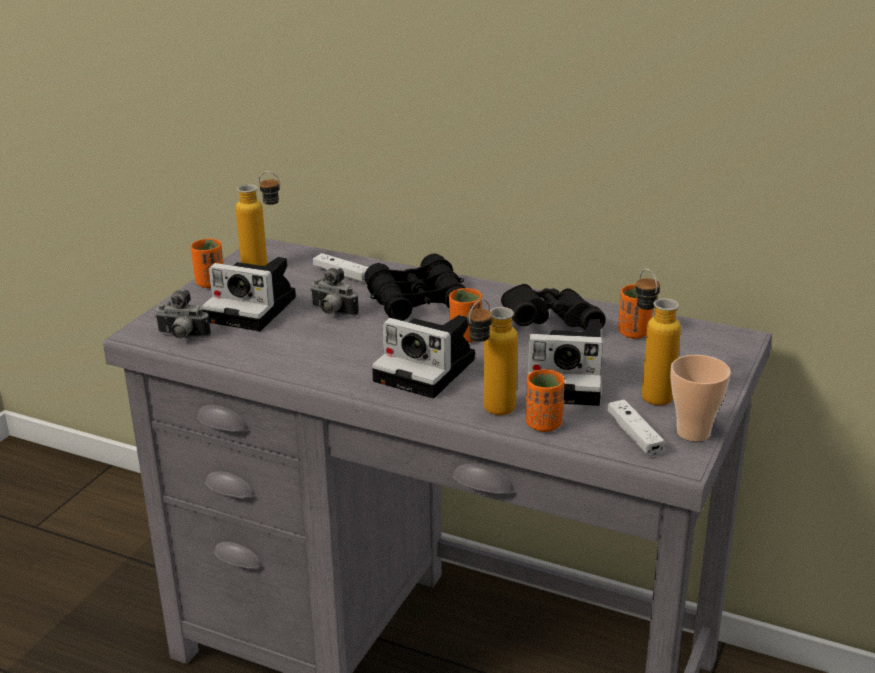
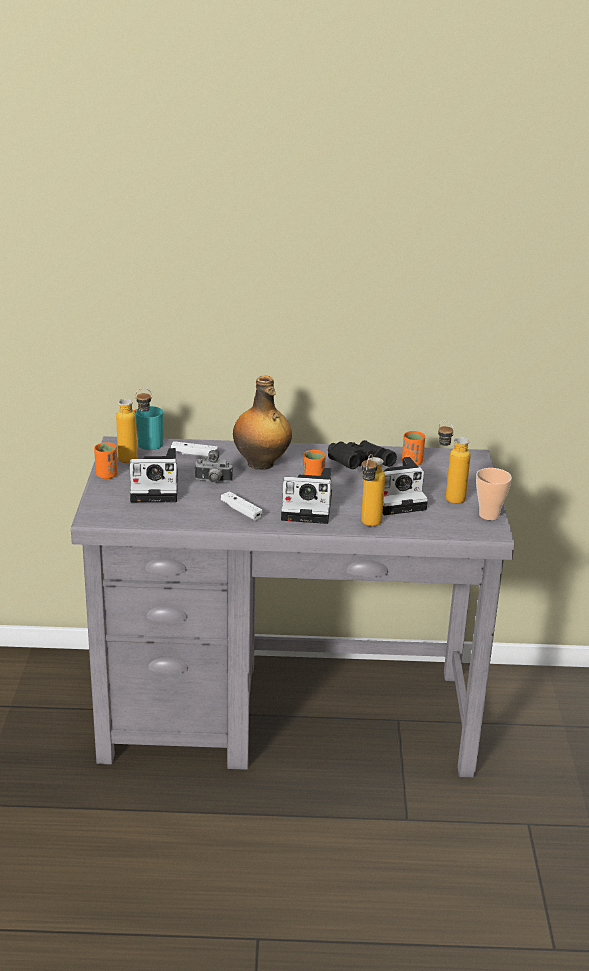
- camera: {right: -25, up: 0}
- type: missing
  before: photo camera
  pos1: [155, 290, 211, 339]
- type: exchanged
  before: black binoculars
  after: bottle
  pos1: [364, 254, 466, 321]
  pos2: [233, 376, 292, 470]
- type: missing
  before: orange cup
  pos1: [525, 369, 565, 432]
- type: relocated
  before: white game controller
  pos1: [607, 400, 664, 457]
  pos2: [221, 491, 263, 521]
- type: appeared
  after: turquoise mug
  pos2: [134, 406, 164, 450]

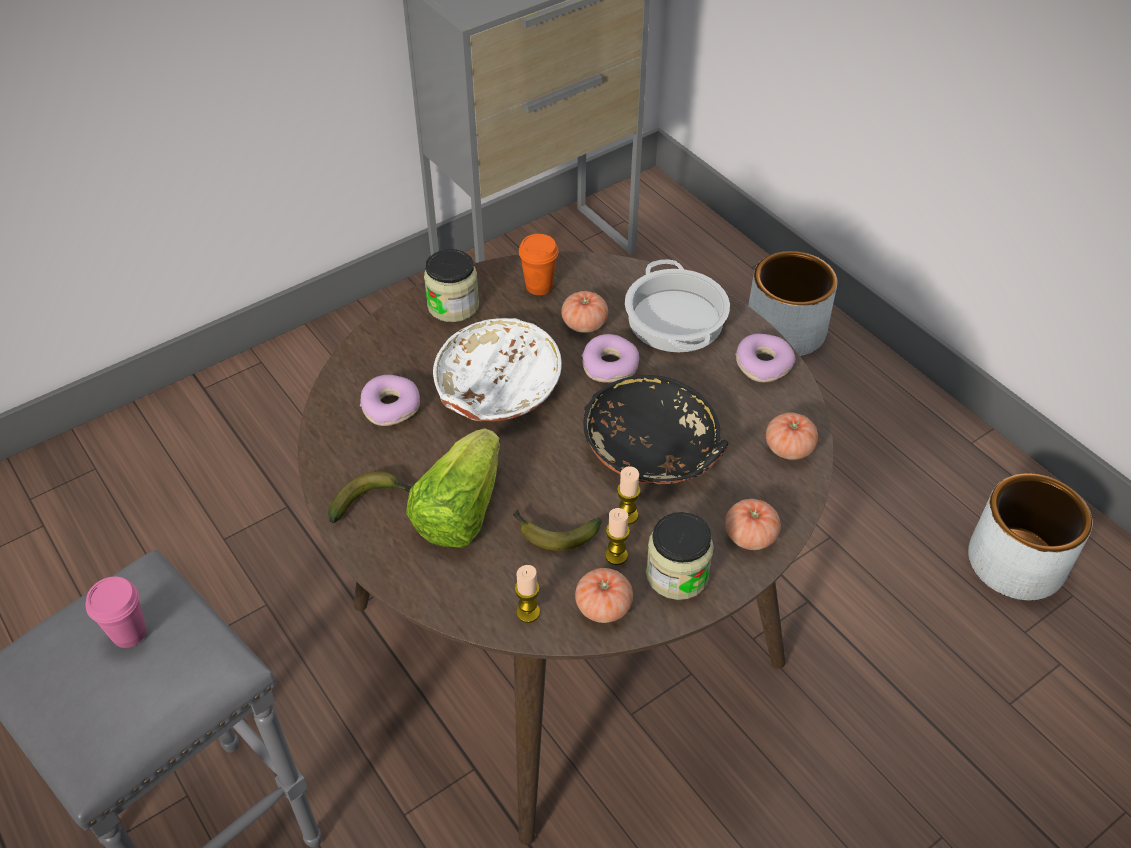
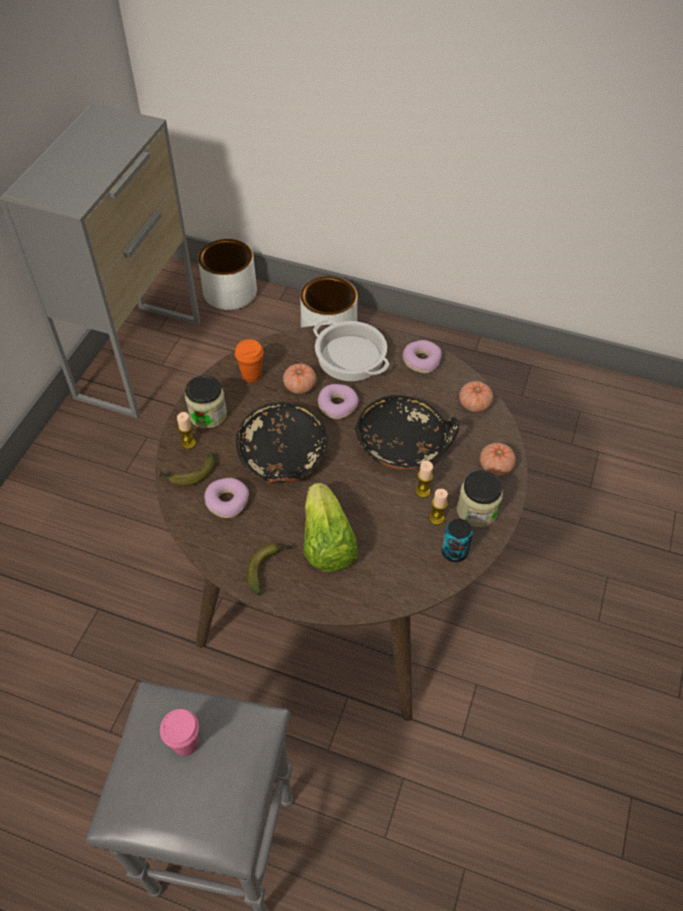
- camera: {right: -35, up: 5}
- type: colour
  before: white bowl
  after: black bowl
  pos1: [433, 318, 562, 421]
  pos2: [236, 402, 328, 483]
- type: relocated
  before: banana
  pos1: [513, 509, 602, 551]
  pos2: [159, 452, 215, 486]
- type: relocated
  before: candle
  pos1: [515, 565, 540, 623]
  pos2: [177, 412, 196, 449]
- type: exchanged
  before: tomato
  after: can
  pos1: [575, 568, 633, 623]
  pos2: [441, 518, 473, 562]
- type: relocated
  before: white planter
  pos1: [968, 474, 1092, 600]
  pos2: [198, 239, 257, 310]

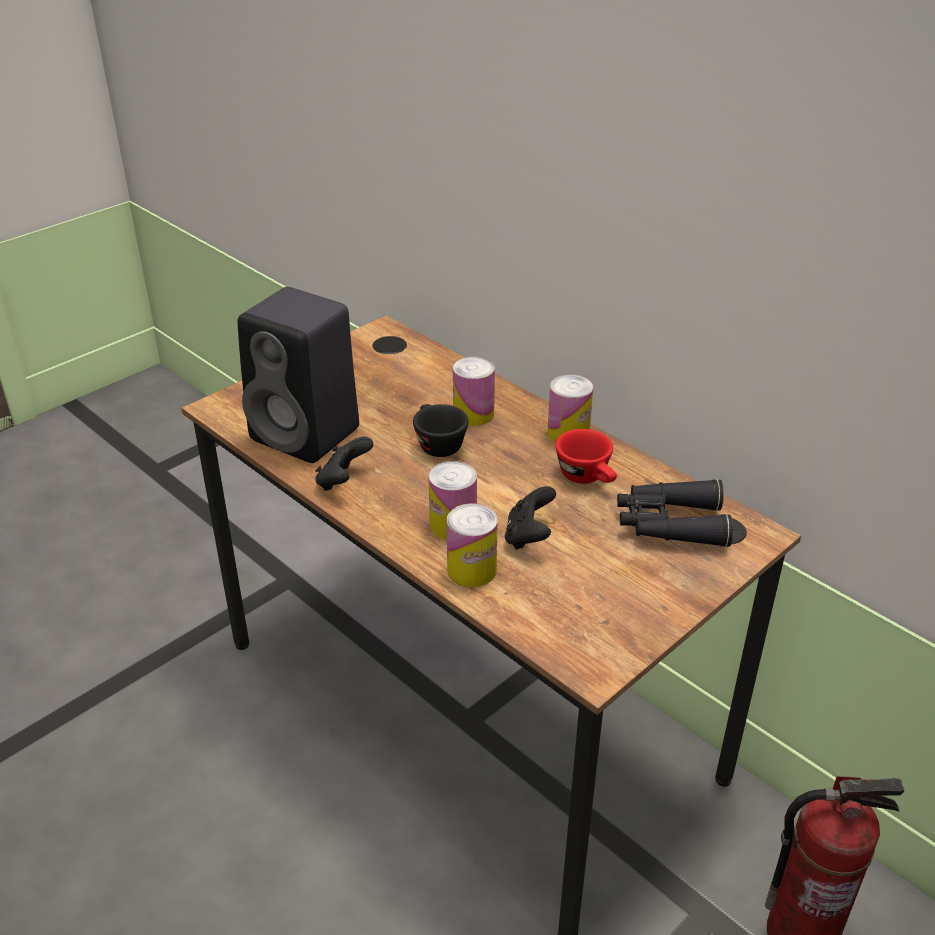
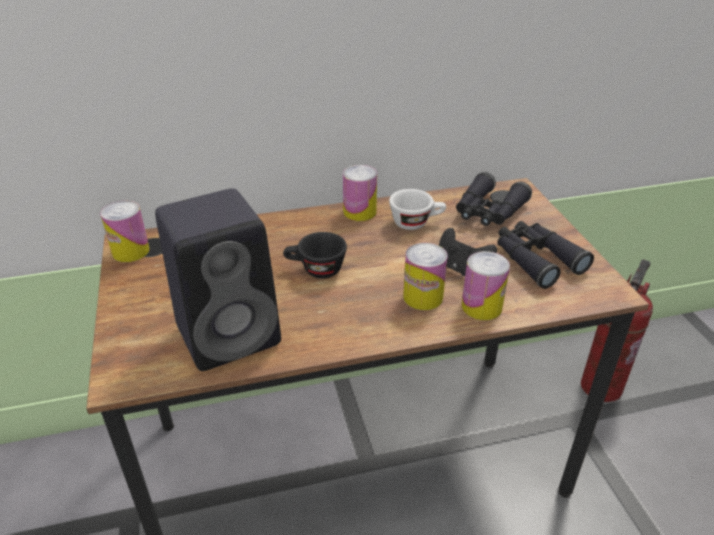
- camera: {right: -60, up: 0}
- type: missing
  before: black game controller
  pos1: [316, 437, 373, 491]
- type: relocated
  before: can
  pos1: [453, 357, 495, 426]
  pos2: [100, 201, 150, 262]
- type: colour
  before: red cup
  after: white cup
  pos1: [555, 429, 617, 484]
  pos2: [389, 189, 446, 230]
- type: appeared
  after: black binoculars
  pos2: [497, 221, 594, 289]

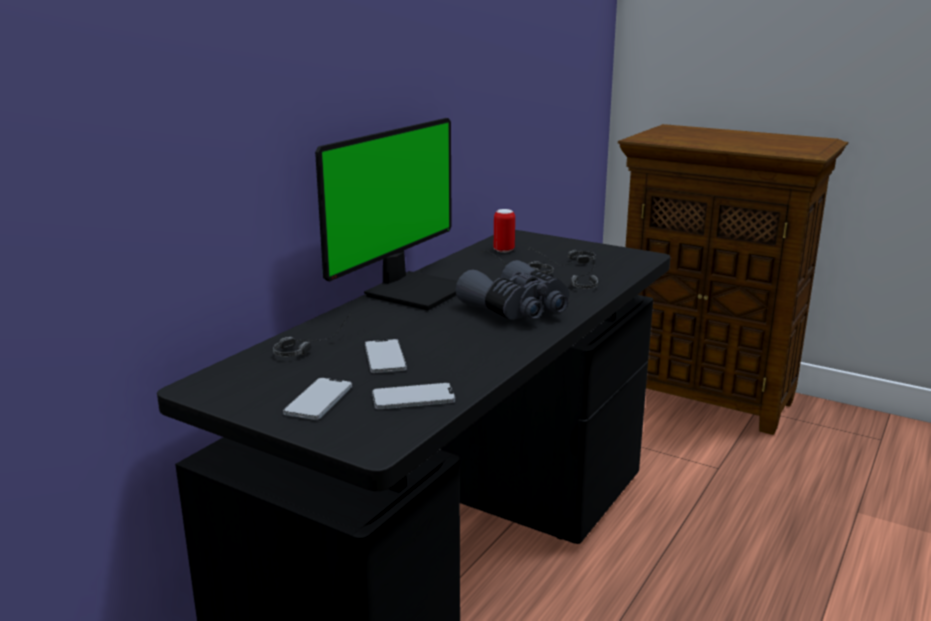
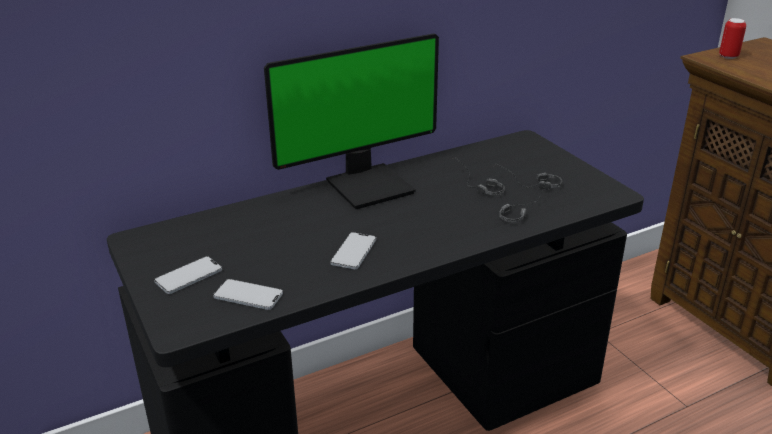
- camera: {right: 30, up: 10}
- type: missing
  before: headphones
  pos1: [273, 314, 350, 357]
- type: relocated
  before: phone
  pos1: [365, 339, 407, 373]
  pos2: [330, 232, 376, 269]
- type: missing
  before: grey binoculars
  pos1: [456, 260, 569, 320]
- type: relocated
  before: can
  pos1: [494, 209, 515, 253]
  pos2: [719, 18, 746, 59]

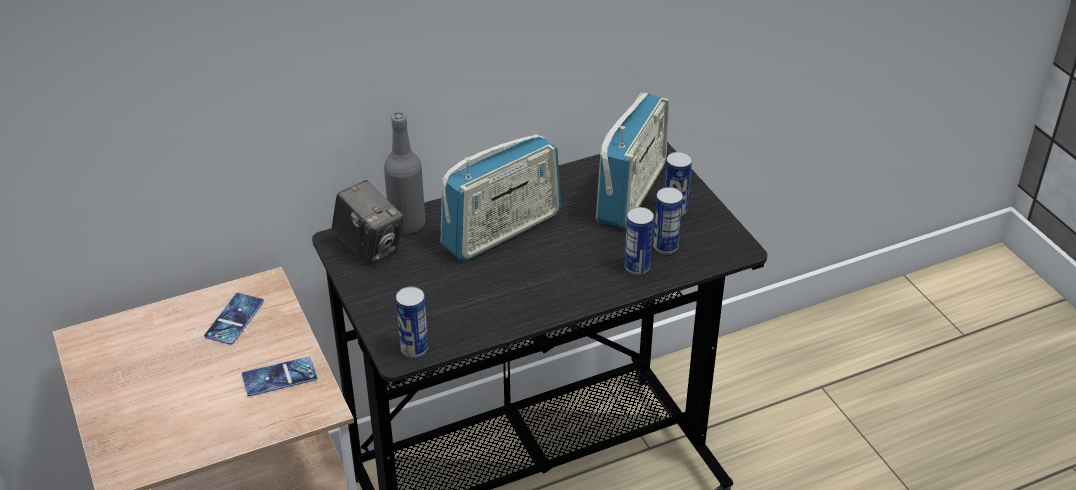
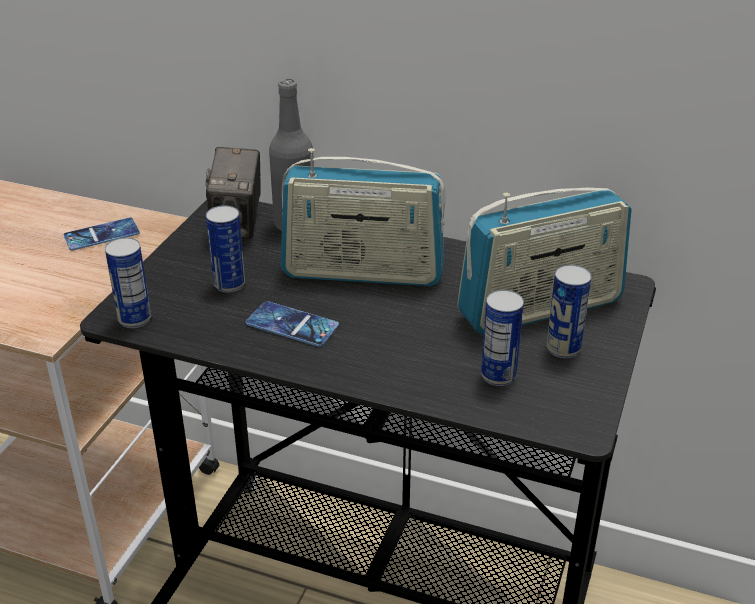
- camera: {right: 45, up: -5}
- type: relocated
  before: phone
  pos1: [242, 357, 317, 396]
  pos2: [246, 301, 339, 347]
- type: relocated
  before: can
  pos1: [624, 207, 654, 275]
  pos2: [206, 205, 245, 293]

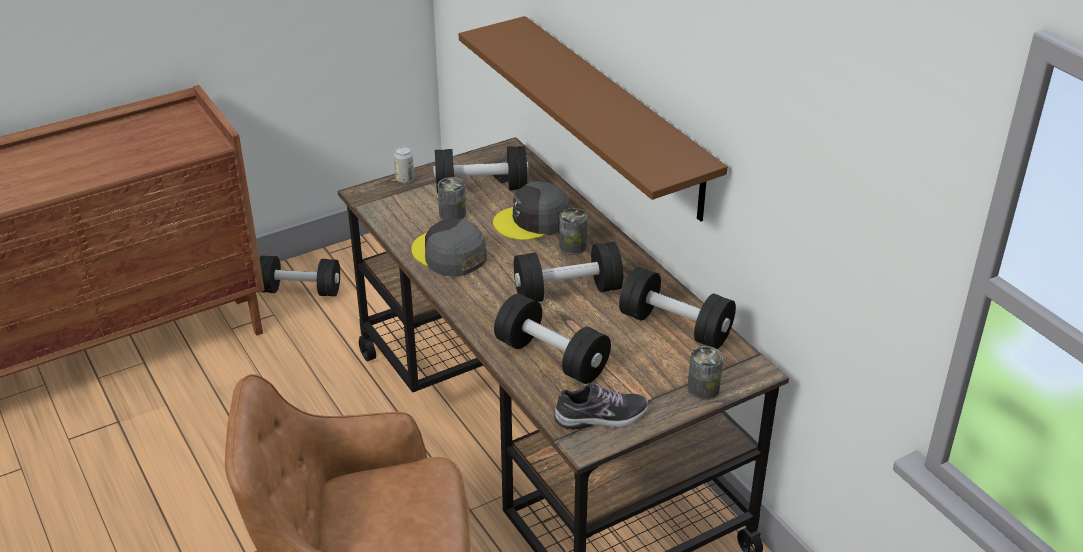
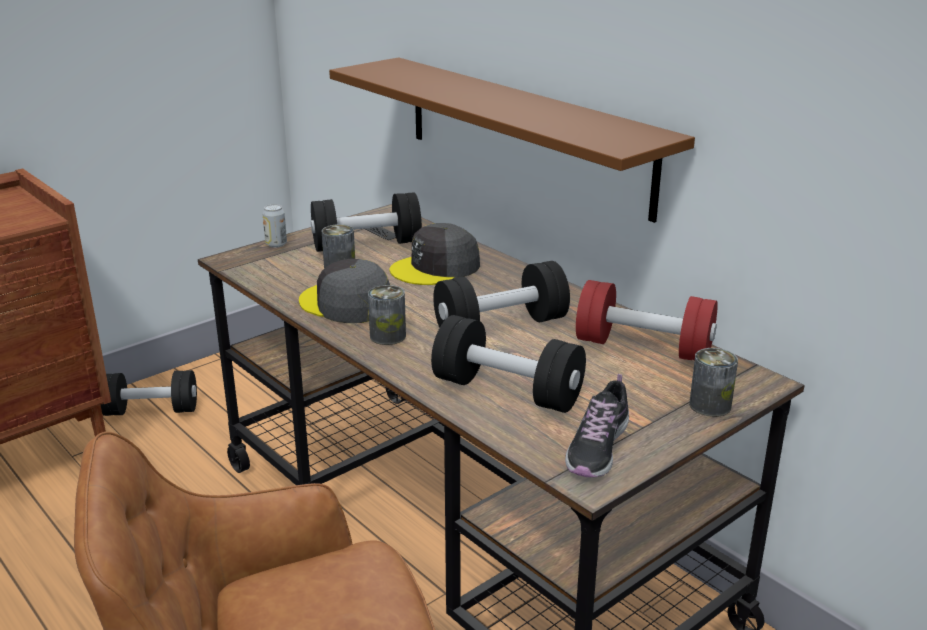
- camera: {right: -10, up: -10}
- type: spun
  before: shoe
  pos1: [554, 383, 648, 430]
  pos2: [565, 374, 629, 477]
  turn: 135
- type: relocated
  before: can
  pos1: [559, 208, 588, 255]
  pos2: [368, 285, 406, 345]
- type: colour
  before: black dumbbell
  after: red dumbbell
  pos1: [619, 267, 736, 349]
  pos2: [576, 280, 718, 361]

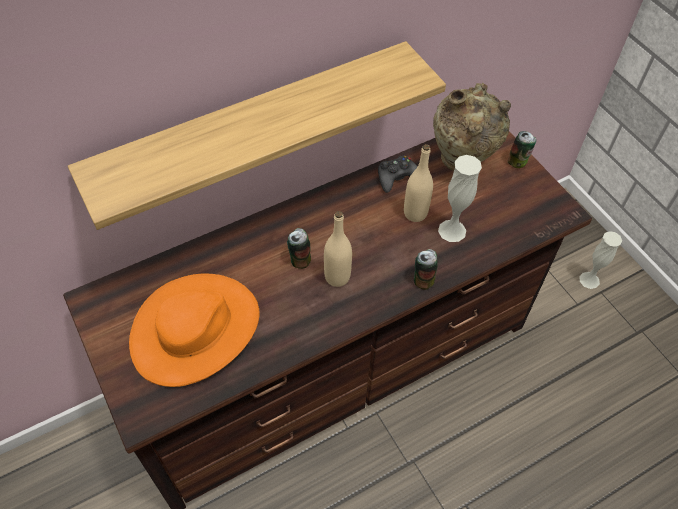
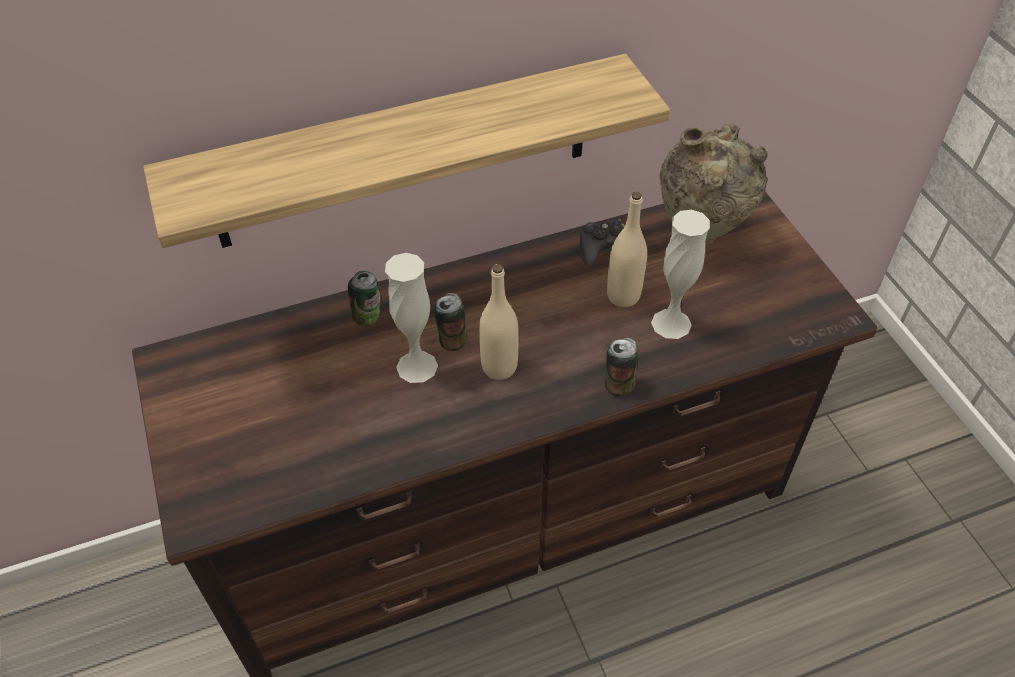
- camera: {right: 10, up: -5}
- type: missing
  before: orange hat
  pos1: [129, 273, 260, 387]
- type: relocated
  before: can
  pos1: [508, 131, 536, 168]
  pos2: [348, 271, 381, 326]
- type: relocated
  before: white vase
  pos1: [579, 231, 622, 289]
  pos2: [385, 253, 438, 383]

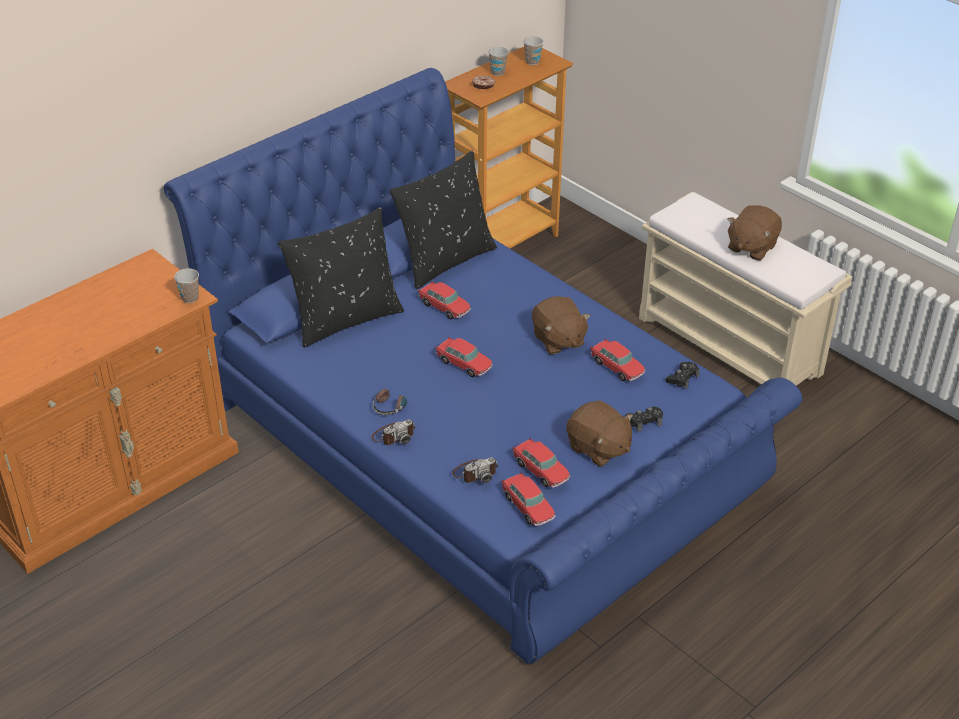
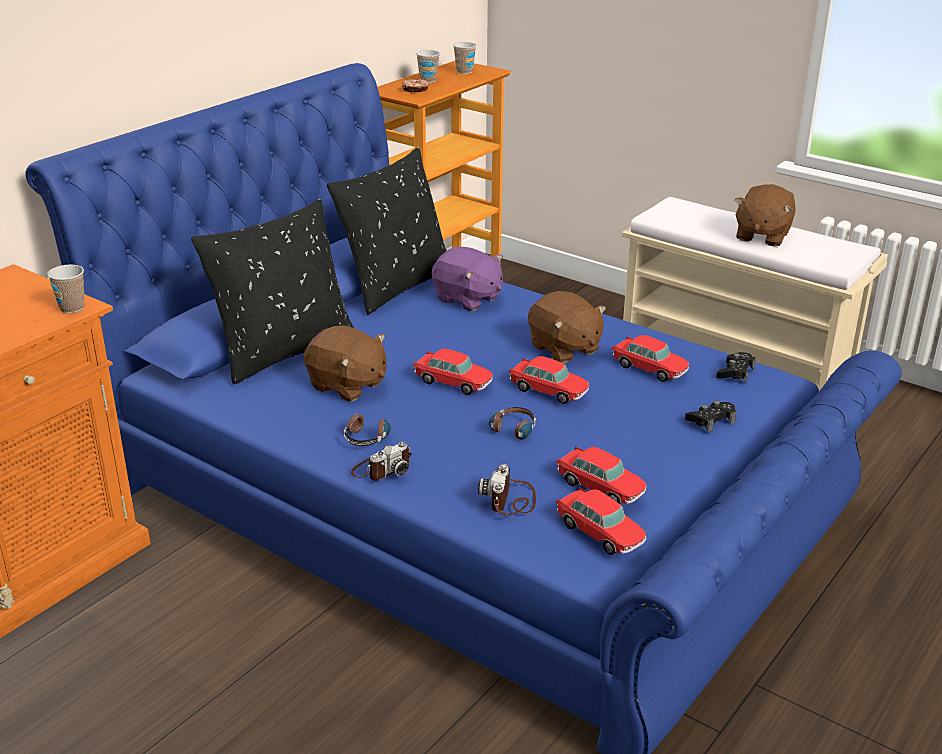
- camera: {right: -10, up: -10}
- type: relocated
  before: toy car
  pos1: [418, 281, 471, 319]
  pos2: [509, 356, 589, 404]
- type: spun
  before: photo camera
  pos1: [452, 457, 499, 483]
  pos2: [478, 464, 536, 516]
  turn: 135
- type: relocated
  before: brown plush toy
  pos1: [566, 400, 633, 467]
  pos2: [304, 326, 387, 402]
- type: appeared
  after: purple plush toy
  pos2: [432, 246, 503, 311]
- type: appeared
  after: headphones
  pos2: [485, 407, 536, 440]

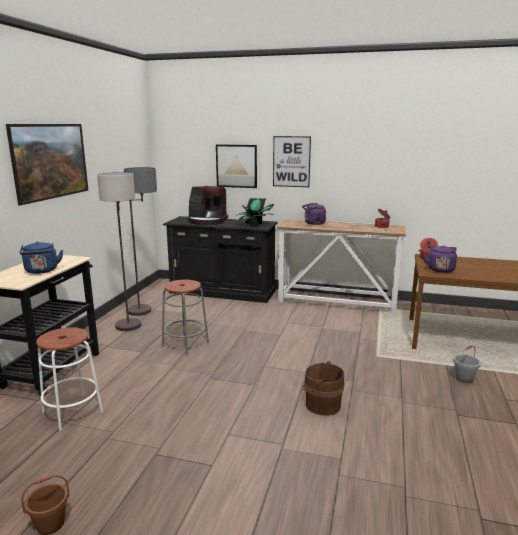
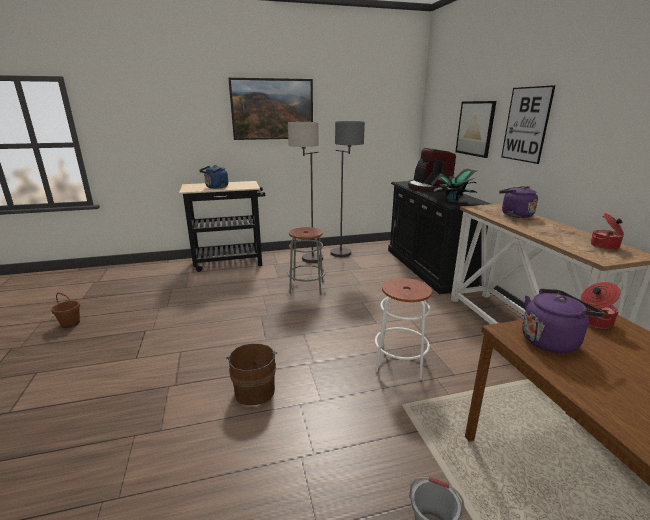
- camera: {right: 60, up: 5}
- type: relocated
  before: white stool
  pos1: [36, 327, 103, 431]
  pos2: [375, 278, 432, 380]

